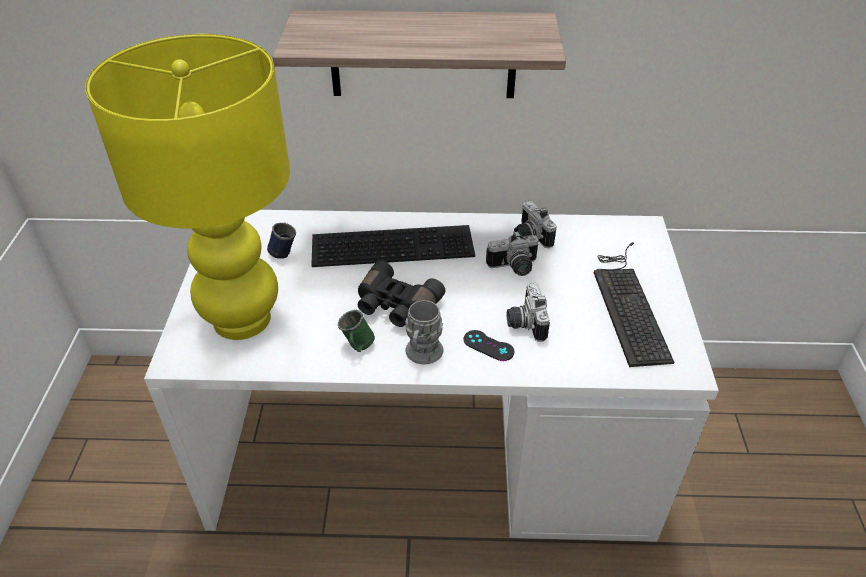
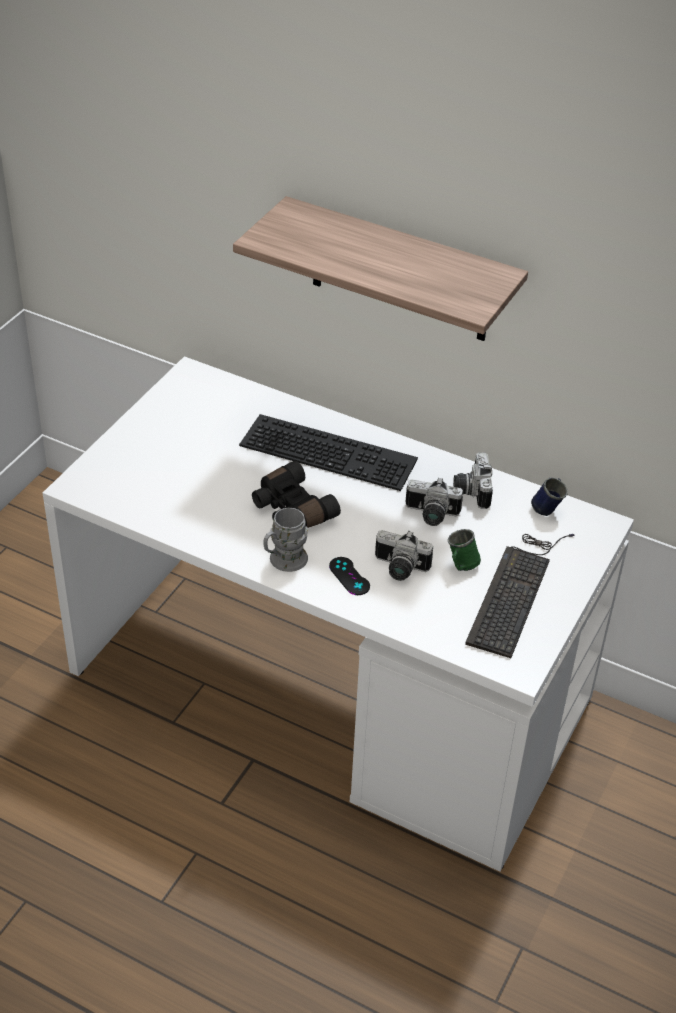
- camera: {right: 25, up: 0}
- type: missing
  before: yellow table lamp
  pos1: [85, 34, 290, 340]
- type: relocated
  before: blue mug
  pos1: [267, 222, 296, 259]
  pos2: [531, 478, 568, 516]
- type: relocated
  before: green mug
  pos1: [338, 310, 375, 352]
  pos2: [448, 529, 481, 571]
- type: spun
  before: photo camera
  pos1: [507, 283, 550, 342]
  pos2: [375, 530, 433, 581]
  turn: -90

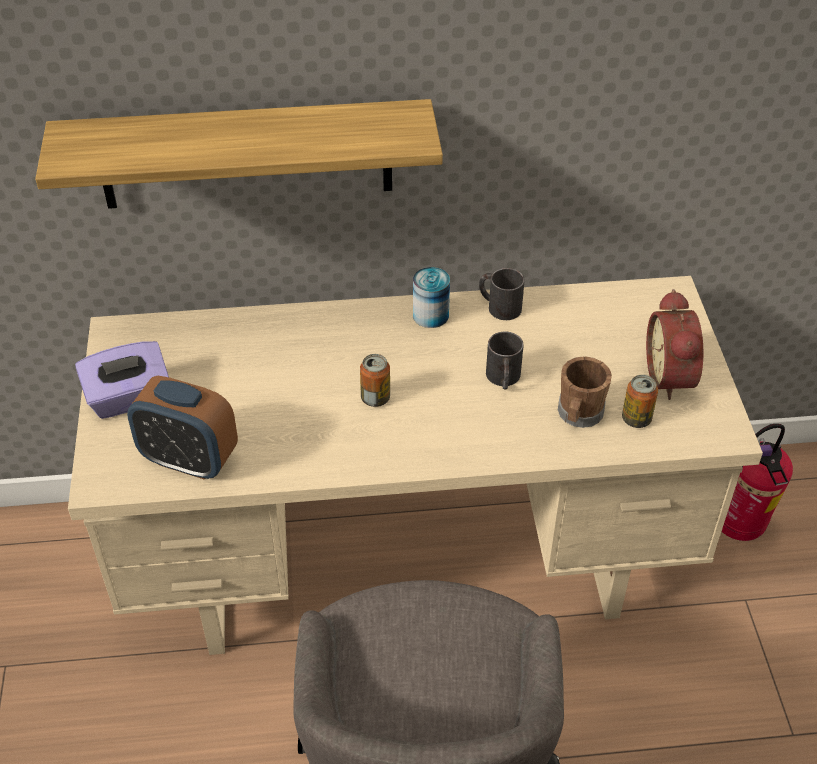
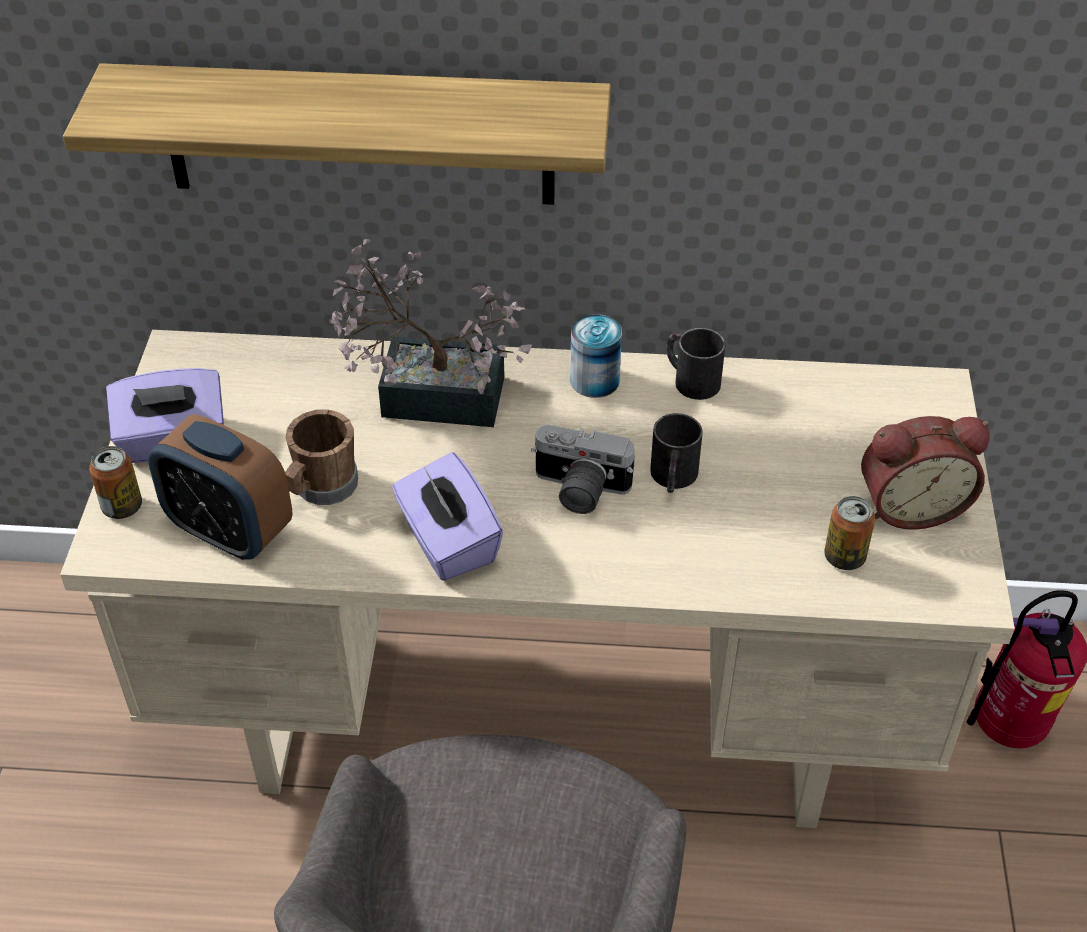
- camera: {right: 10, up: 0}
- type: relocated
  before: can
  pos1: [360, 354, 390, 407]
  pos2: [89, 446, 142, 519]
- type: relocated
  before: brown mug
  pos1: [558, 356, 612, 428]
  pos2: [285, 410, 358, 505]
- type: spun
  before: alarm clock
  pos1: [646, 289, 704, 400]
  pos2: [861, 416, 990, 530]
  turn: -105
- type: appeared
  after: potted plant
  pos2: [329, 239, 532, 427]
- type: appeared
  after: purple tissue box
  pos2: [392, 452, 503, 581]
- type: appeared
  after: photo camera
  pos2: [531, 425, 635, 514]

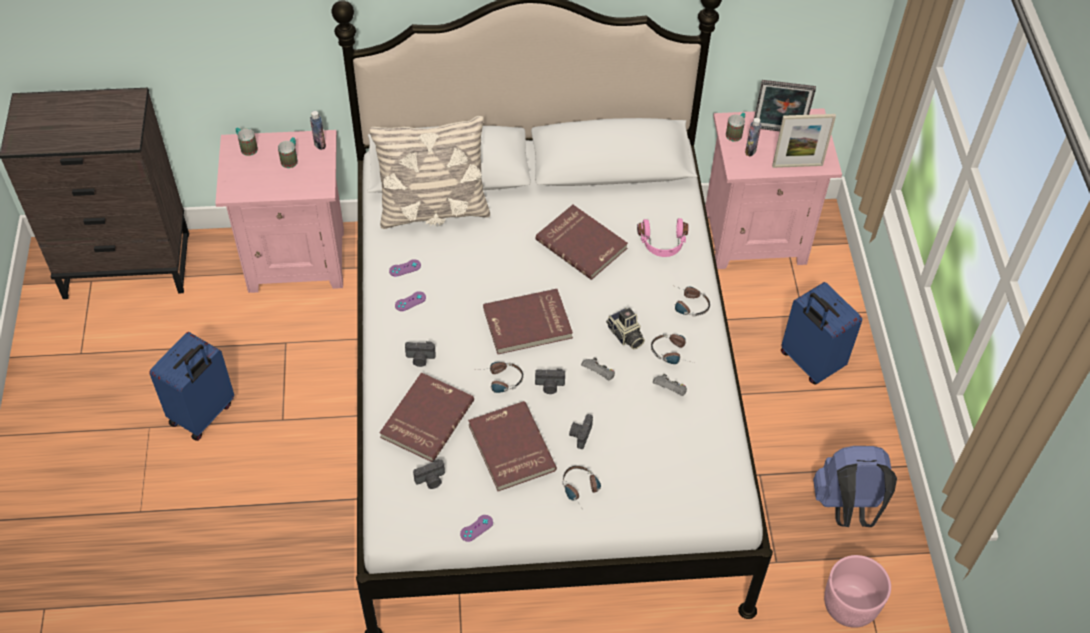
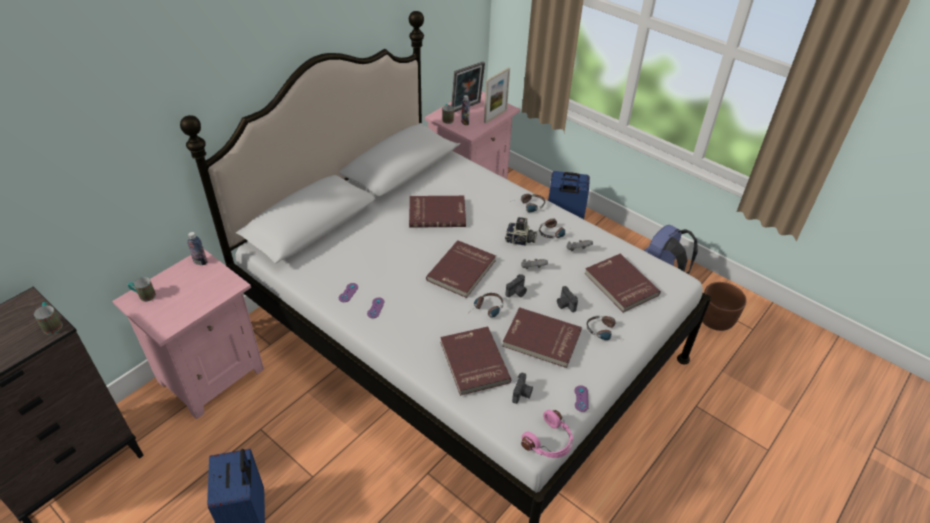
- camera: {right: -45, up: -10}
- type: relocated
  before: mug
  pos1: [278, 137, 298, 168]
  pos2: [34, 302, 63, 335]
- type: missing
  before: beige pillow
  pos1: [369, 116, 490, 229]
- type: missing
  before: photo camera
  pos1: [405, 341, 436, 367]
- type: relocated
  before: pink headphones
  pos1: [637, 218, 689, 257]
  pos2: [521, 410, 573, 458]
- type: colour
  before: pink planter
  after: brown planter
  pos1: [824, 555, 891, 628]
  pos2: [702, 282, 747, 331]
- type: appeared
  after: red book
  pos2: [584, 254, 661, 313]

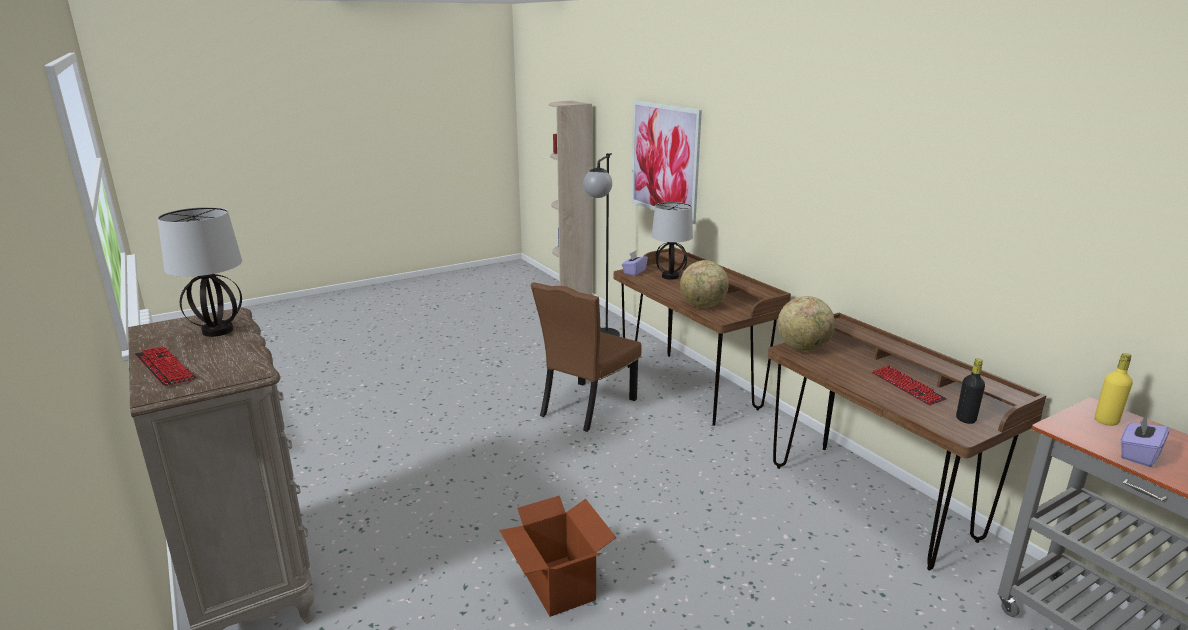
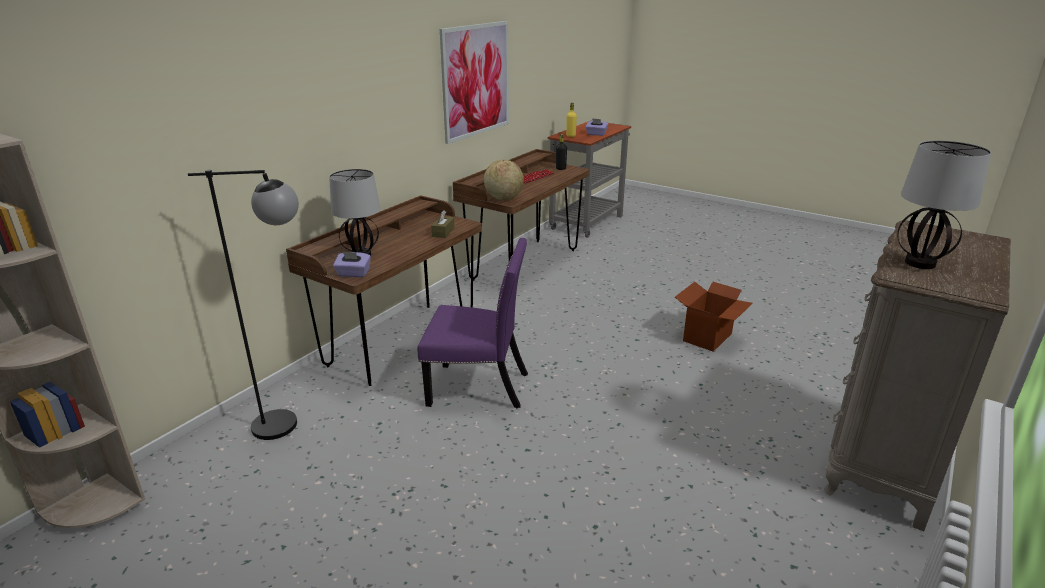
- camera: {right: -115, up: 5}
- type: missing
  before: keyboard
  pos1: [135, 346, 196, 386]
- type: colour
  before: brown chair
  after: purple chair
  pos1: [531, 282, 642, 432]
  pos2: [417, 238, 528, 408]
- type: relocated
  before: picture
  pos1: [631, 100, 702, 224]
  pos2: [440, 21, 509, 144]
- type: exchanged
  before: globe
  after: brown tissue box
  pos1: [680, 260, 729, 308]
  pos2: [431, 210, 454, 238]

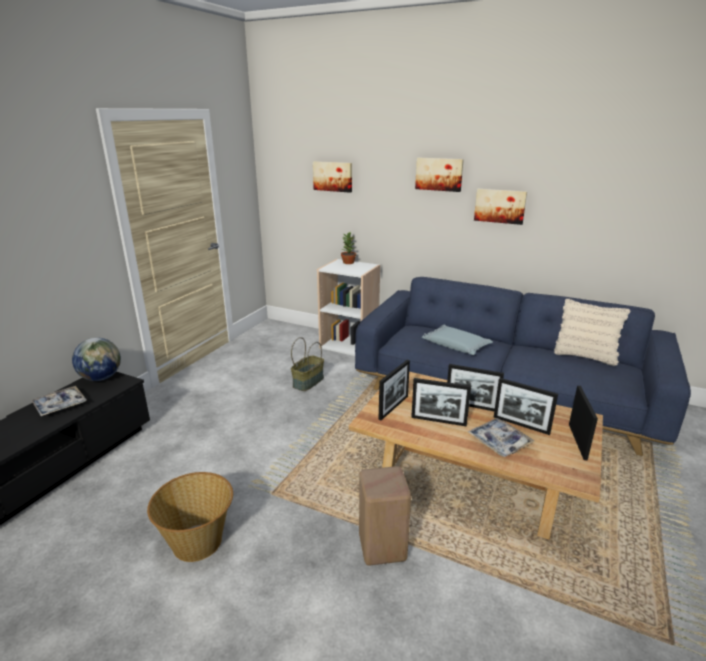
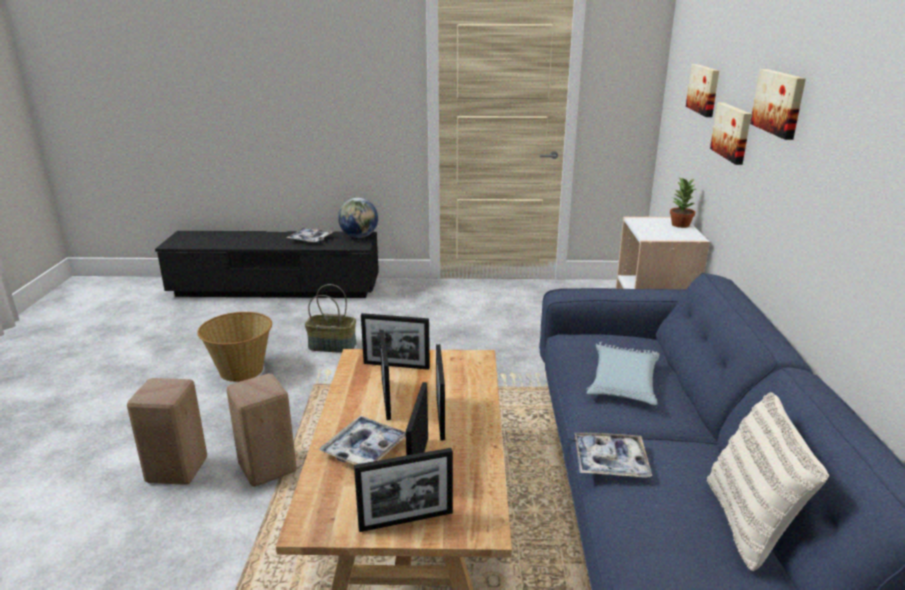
- camera: {right: 65, up: 0}
- type: relocated
  before: basket
  pos1: [291, 337, 324, 391]
  pos2: [305, 284, 357, 353]
- type: relocated
  before: picture
  pos1: [474, 189, 527, 225]
  pos2: [710, 102, 751, 165]
- type: appeared
  after: beige stool
  pos2: [127, 378, 207, 485]
- type: appeared
  after: tray
  pos2: [574, 433, 652, 478]

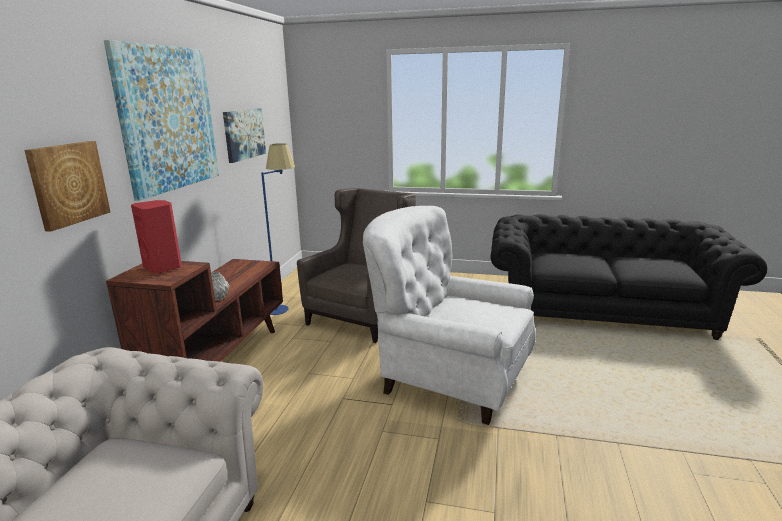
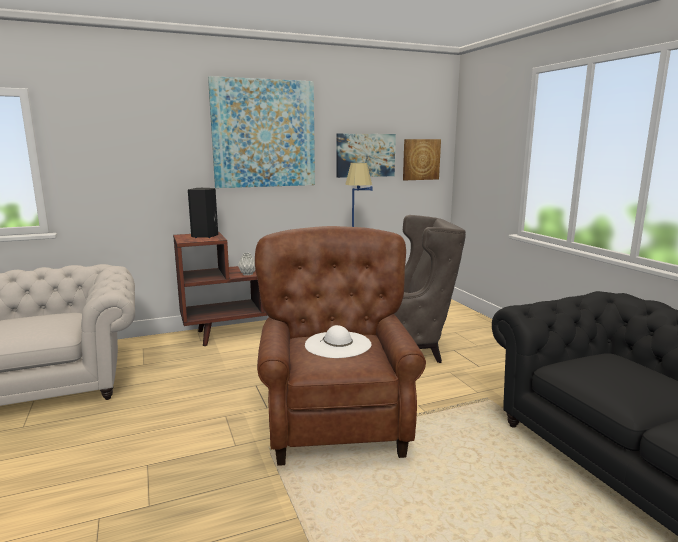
- camera: {right: 55, up: -5}
- type: relocated
  before: picture
  pos1: [24, 141, 110, 232]
  pos2: [403, 139, 441, 180]
- type: colour
  before: red speaker
  after: black speaker
  pos1: [131, 200, 182, 274]
  pos2: [188, 188, 218, 238]
- type: colour
  before: white armchair
  after: brown armchair
  pos1: [363, 206, 536, 425]
  pos2: [255, 226, 426, 466]
- type: appeared
  after: white hat
  pos2: [305, 325, 371, 358]

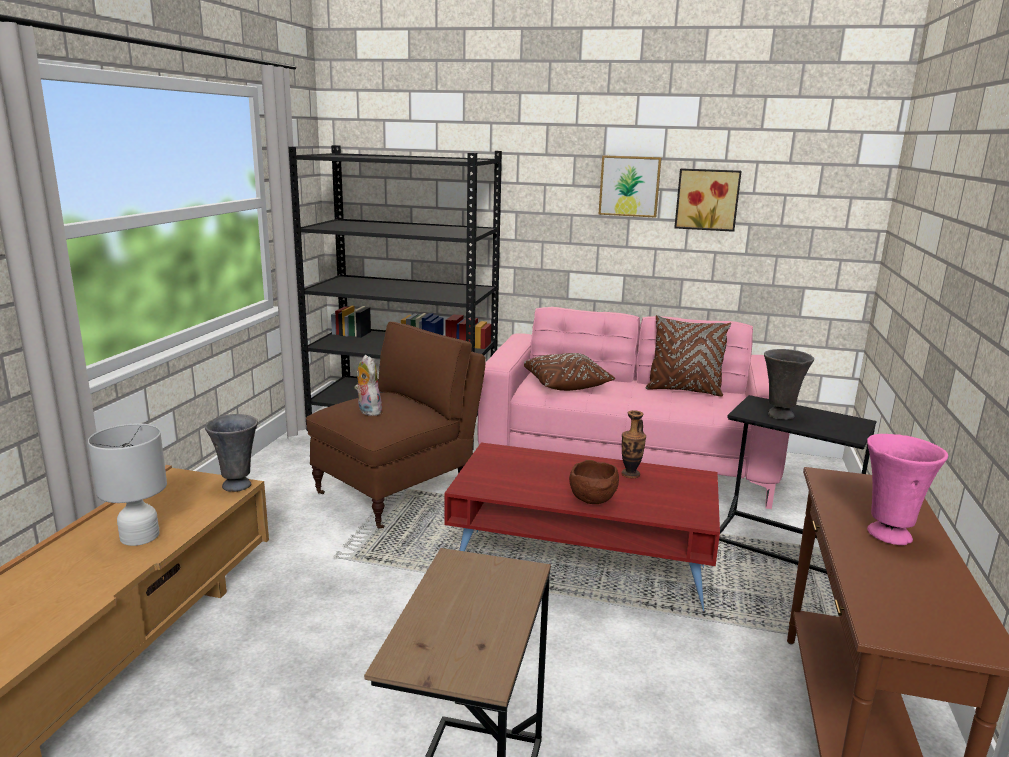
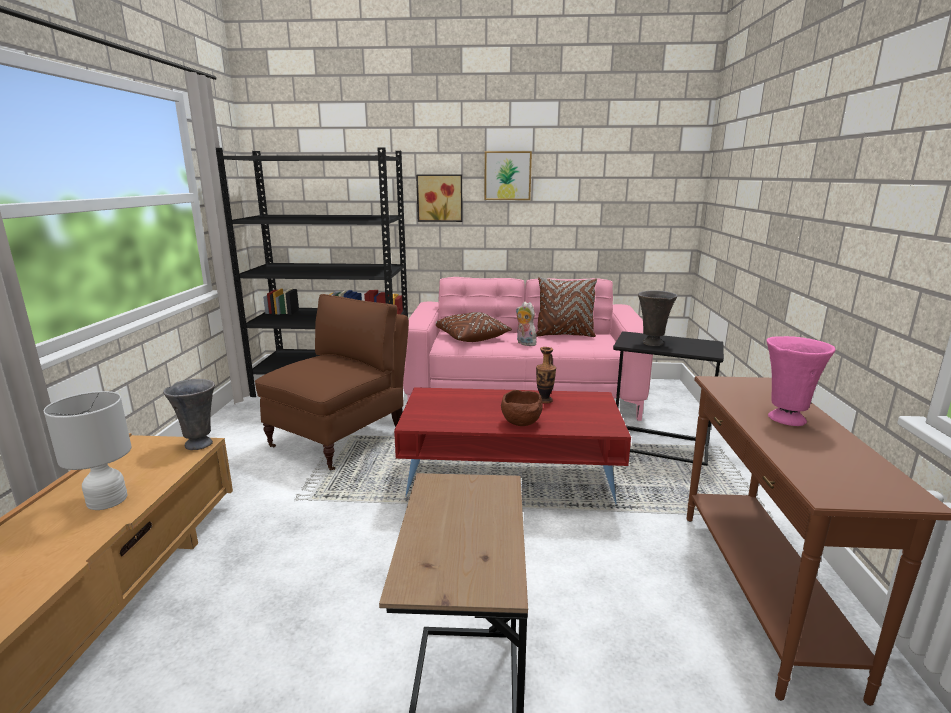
- camera: {right: -10, up: 0}
- type: relocated
  before: plush toy
  pos1: [354, 355, 382, 416]
  pos2: [516, 302, 536, 346]
- type: relocated
  before: picture
  pos1: [674, 168, 742, 232]
  pos2: [416, 174, 463, 222]

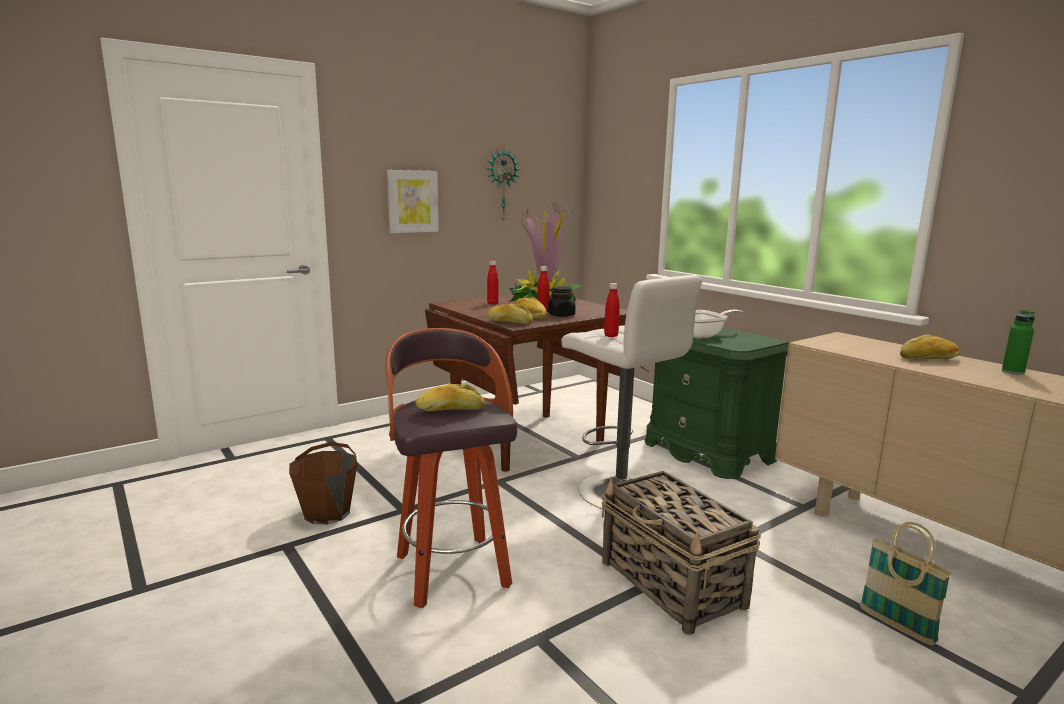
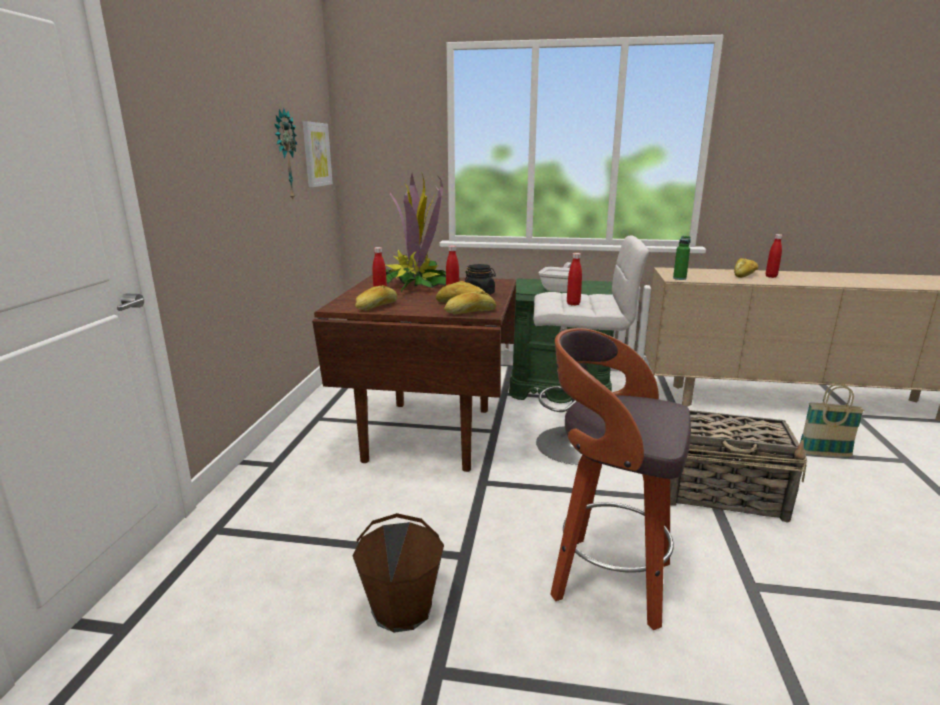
- camera: {right: -45, up: 5}
- type: relocated
  before: picture
  pos1: [387, 170, 439, 233]
  pos2: [303, 121, 333, 187]
- type: relocated
  before: bread
  pos1: [415, 384, 485, 411]
  pos2: [355, 285, 397, 310]
- type: relocated
  before: green bottle
  pos1: [1002, 310, 1035, 375]
  pos2: [673, 236, 691, 280]
- type: appeared
  after: red bottle
  pos2: [766, 234, 783, 278]

